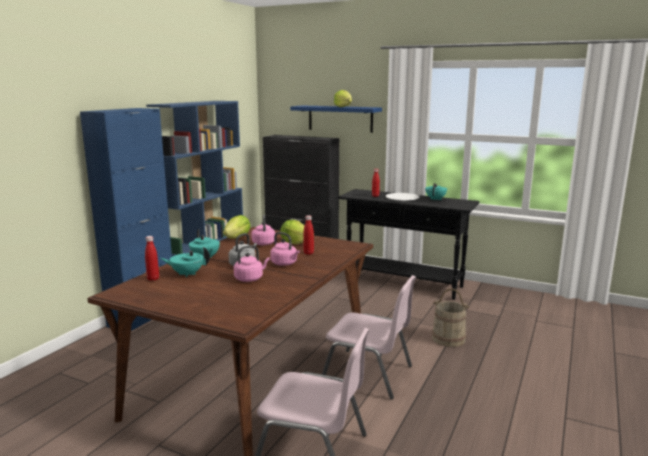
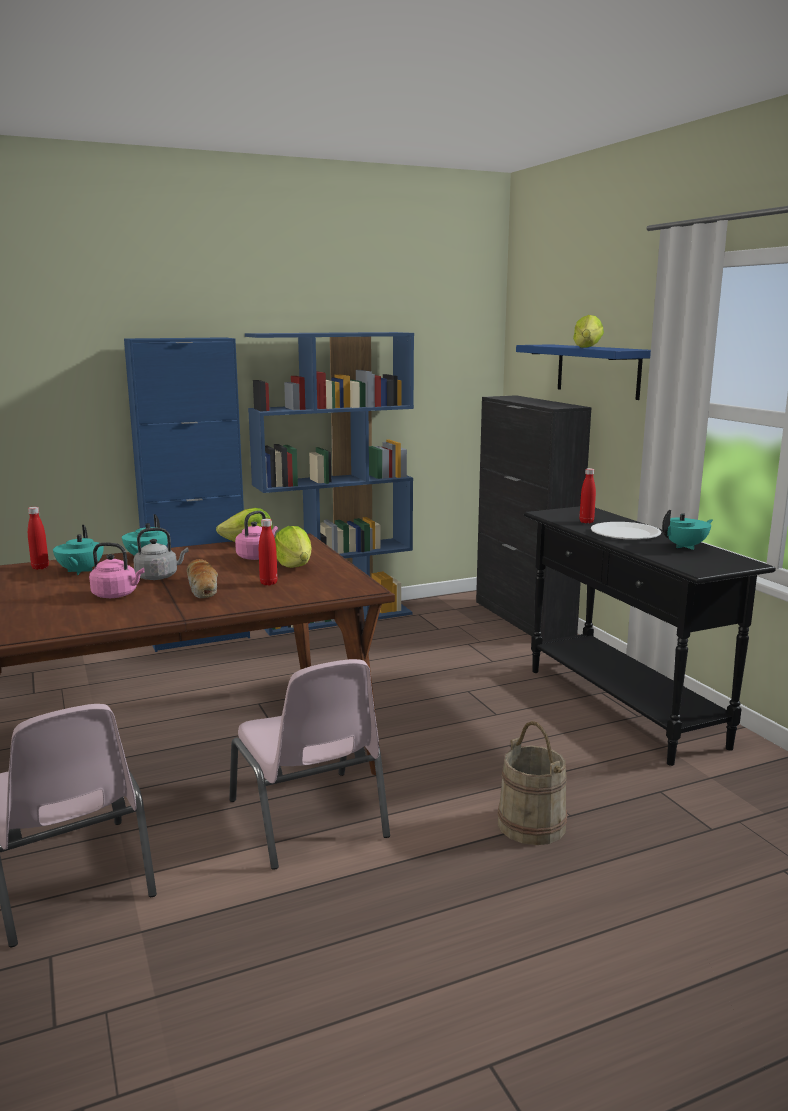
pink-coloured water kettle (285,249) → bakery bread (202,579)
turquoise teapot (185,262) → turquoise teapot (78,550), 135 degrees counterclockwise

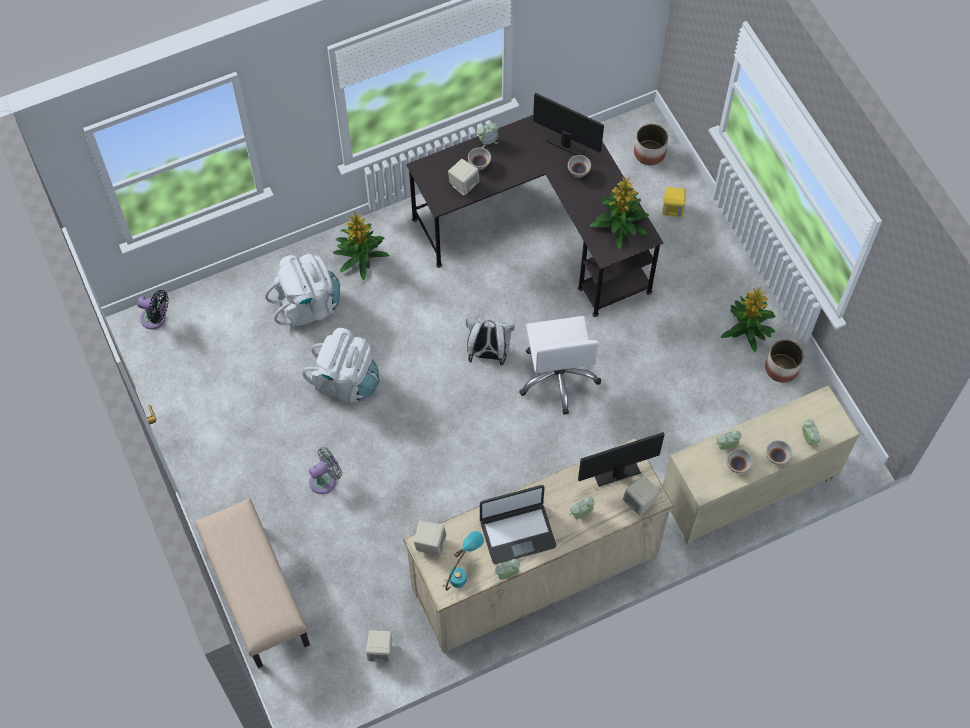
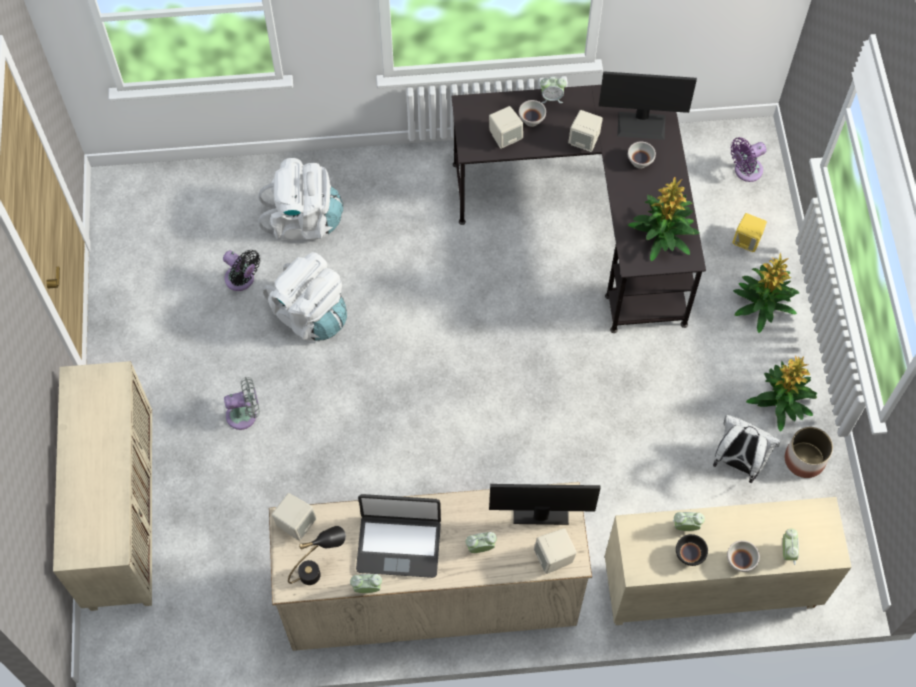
whitish computer chair (560,365) → -
black-coloured cooling fan (153,310) → black-coloured cooling fan (241,270), shifted
potted plant (361,245) → potted plant (766,292), shifted
sand-coloured audio speaker (379,646) → sand-coloured audio speaker (585,131), shifted
whitish knapsack (490,341) → whitish knapsack (747,449), shifted
sand-coloured long seat (252,583) → sand-coloured cabinet (102,486)
planter (651,144) → purple-coloured cooling fan (748,159)
turquoise lamp for a table (465,561) → black-coloured lamp for a table (317,555)
whitish serving bowl (739,461) → black-coloured serving bowl (692,550)
computer display (568,124) → computer display (648,105), 135 degrees clockwise

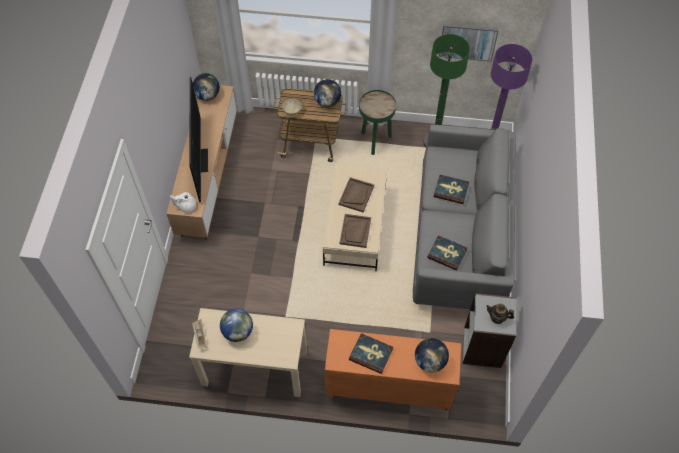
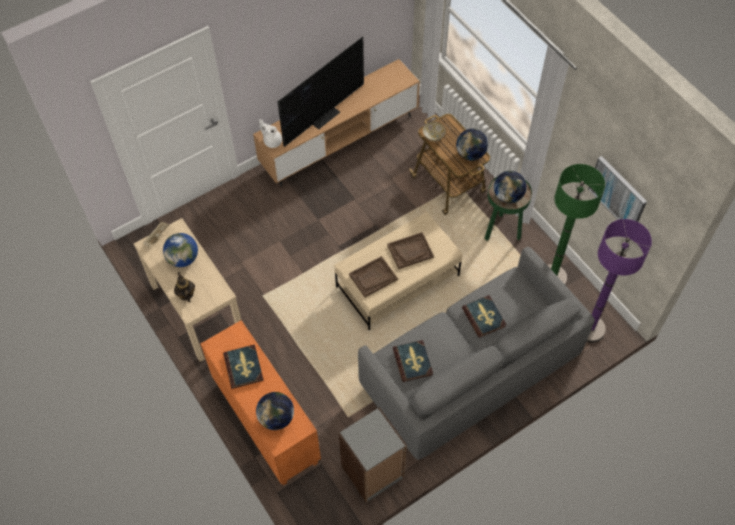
world globe (206,87) → world globe (510,187), shifted
teapot (500,314) → teapot (184,287), shifted

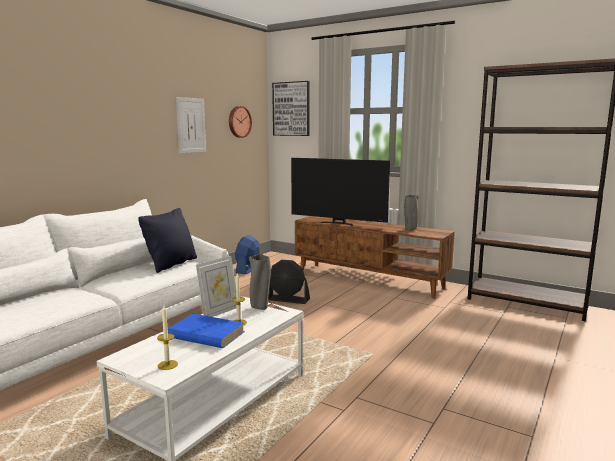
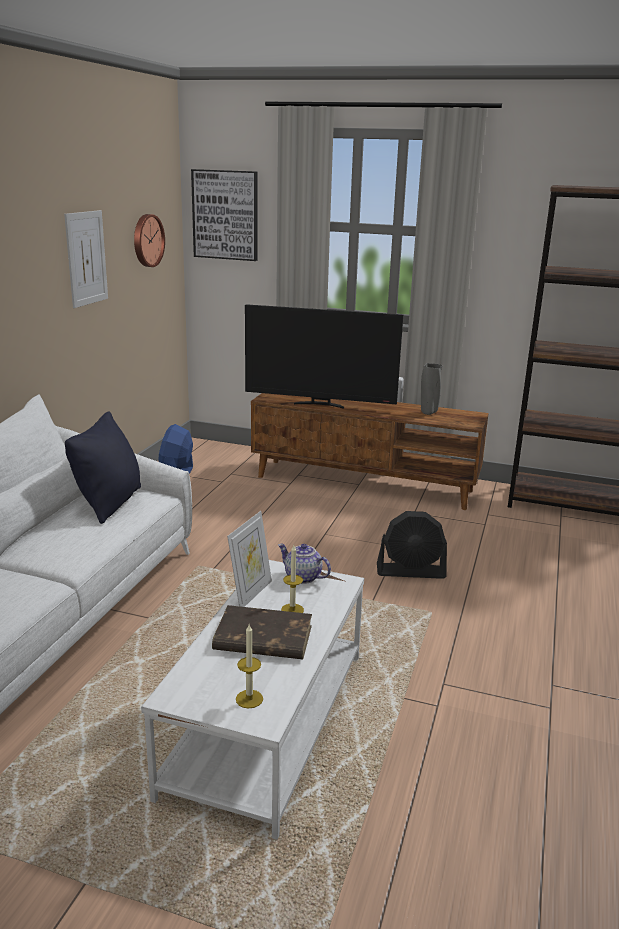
black-coloured cooling fan (289,282) → black-coloured cooling fan (412,545), shifted
grey flower vase (260,282) → teapot (304,564)
bluish bound book (206,331) → brownish bound book (262,632)

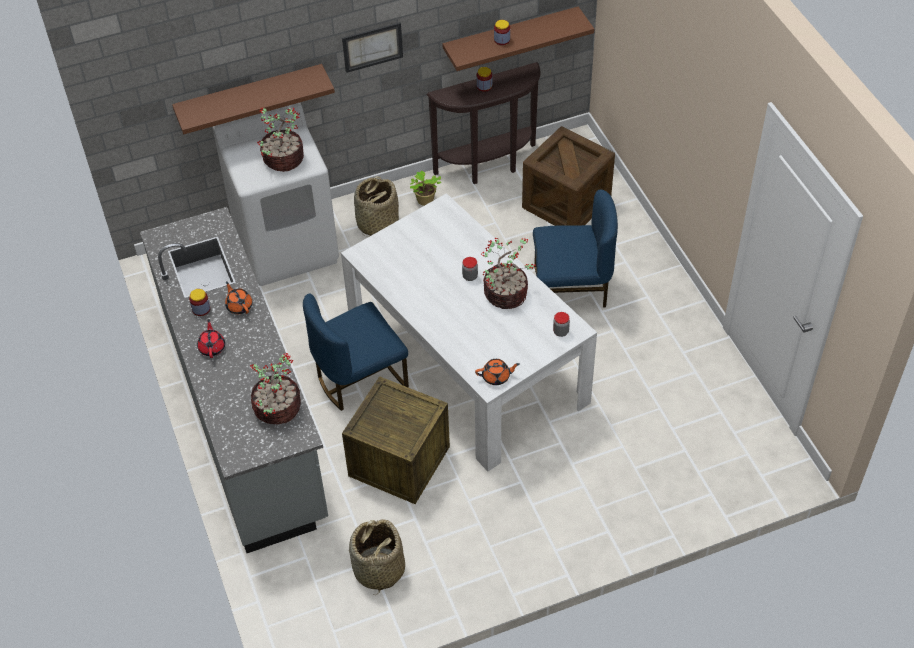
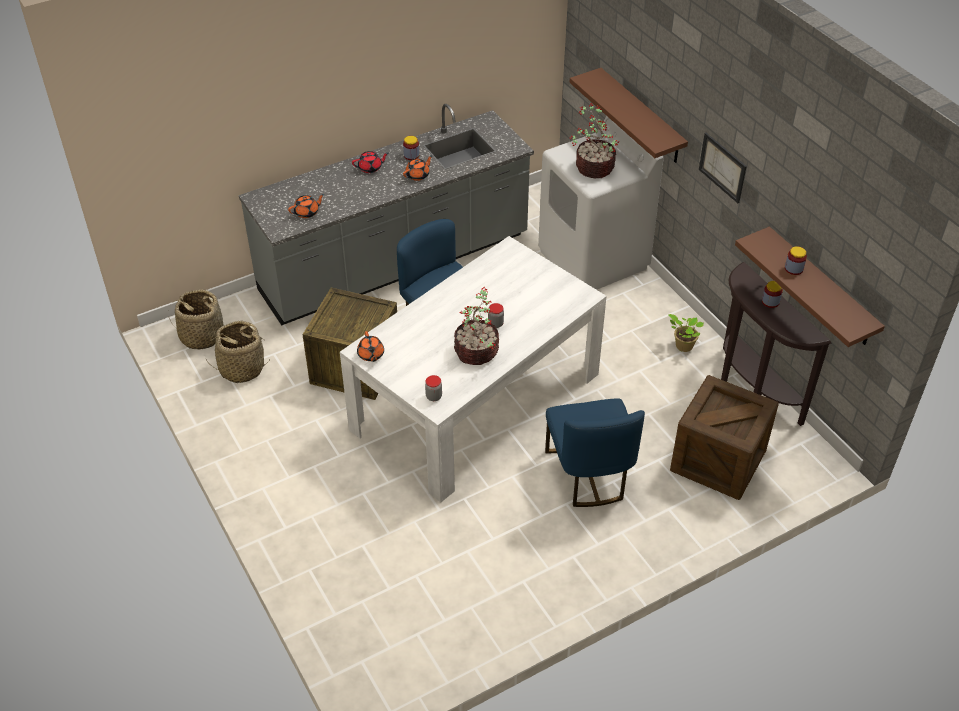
household basket (376,206) → household basket (195,319), shifted
potted plant (275,388) → orangey teapot (306,206)

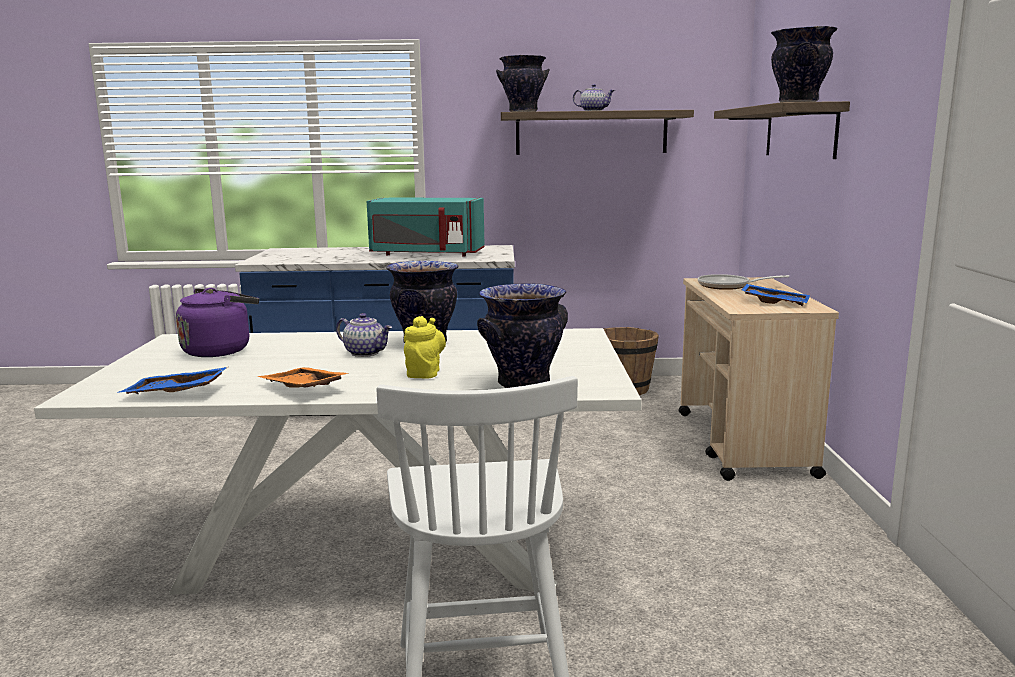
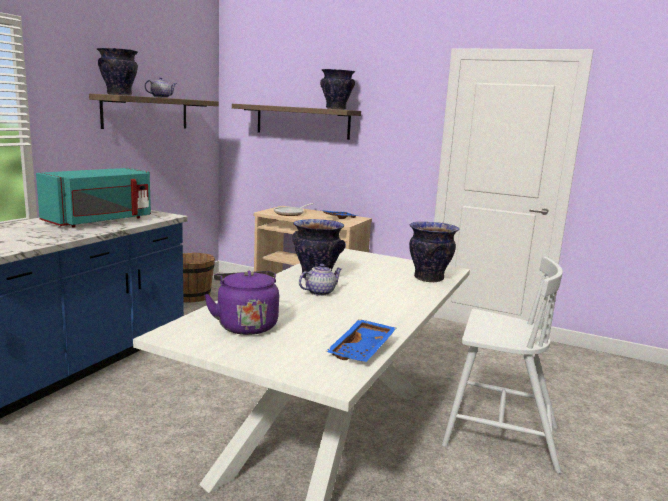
orangey serving tray (303,377) → -
yellowish teapot (425,347) → -

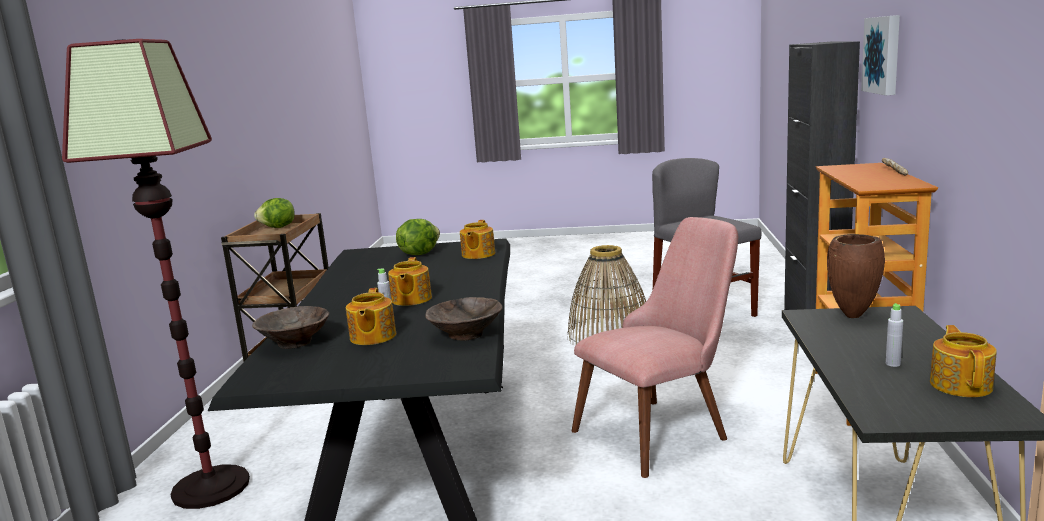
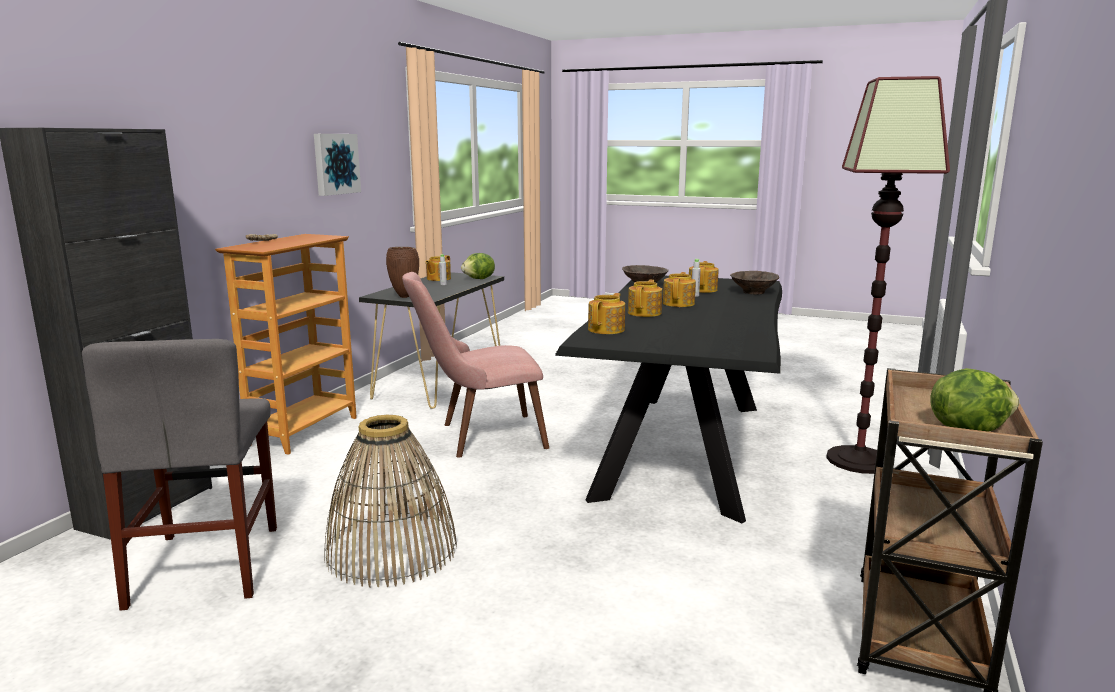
- → teapot (645,298)
lettuce head (418,237) → lettuce head (478,266), shifted
picture (880,55) → picture (337,165), shifted

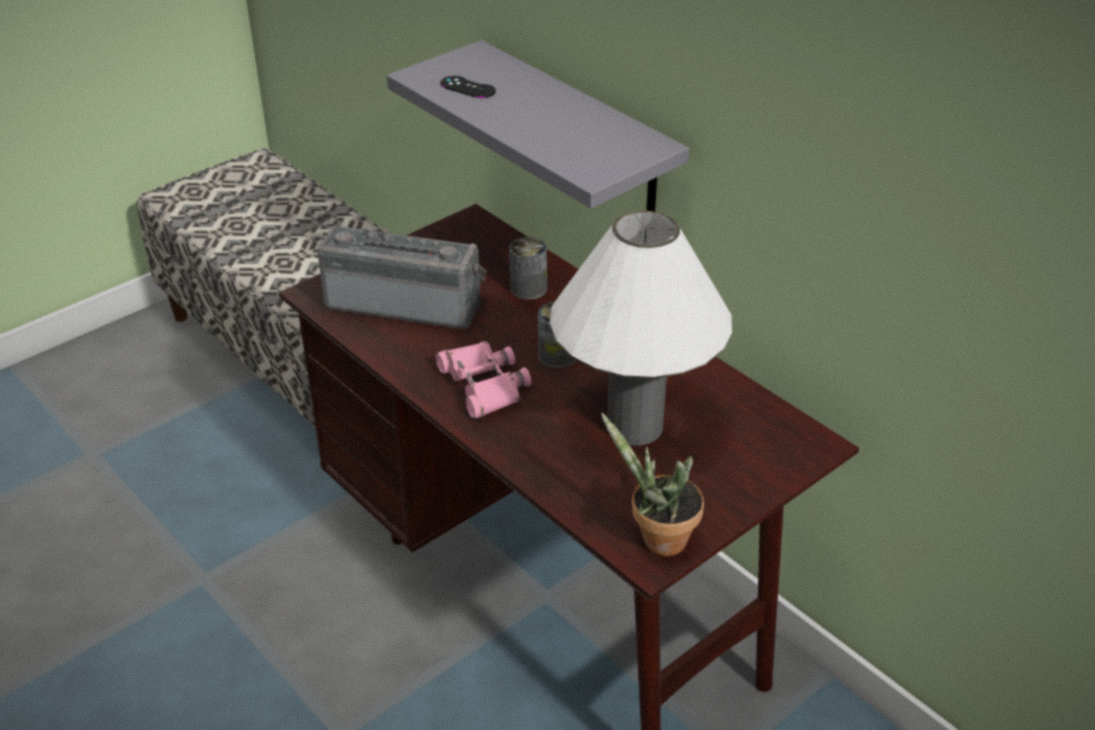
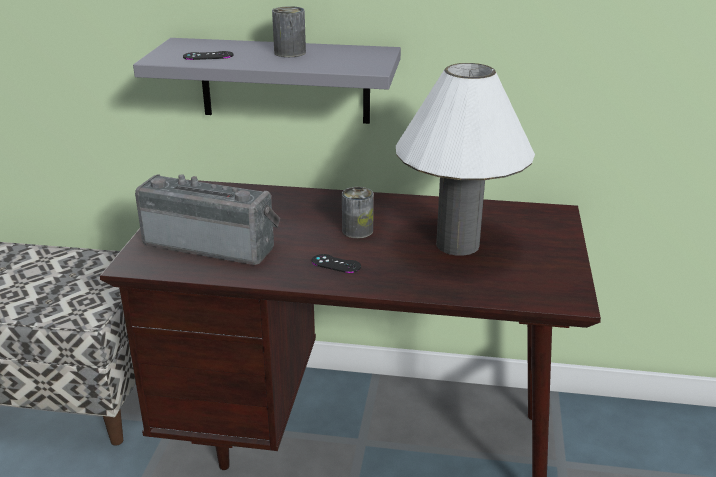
potted plant (652,484) → -
can (528,268) → can (289,31), shifted
pink-coloured binoculars (483,380) → black-coloured joypad (336,263)
radio set (402,277) → radio set (207,219), 45 degrees clockwise

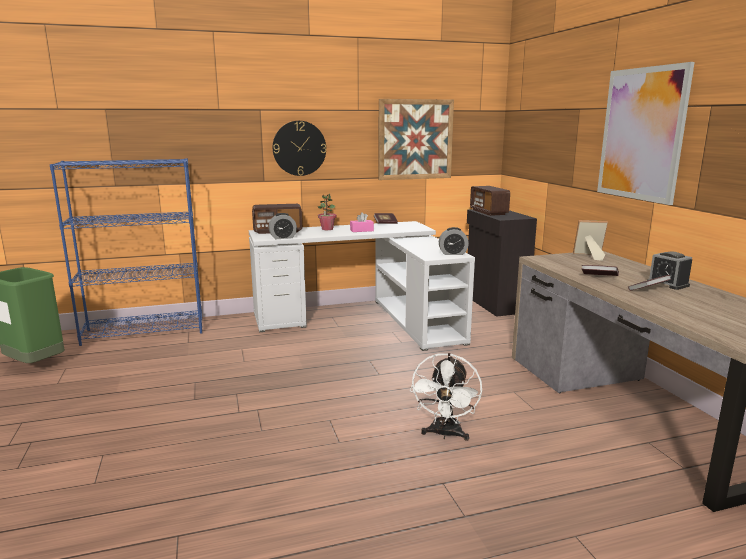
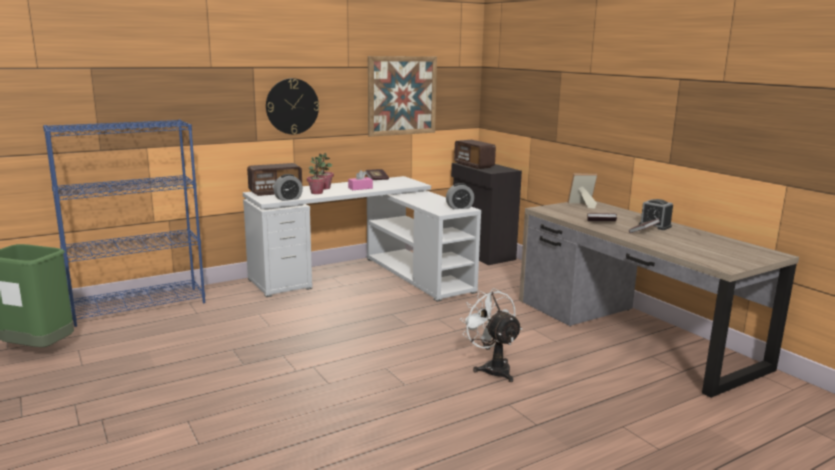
picture (646,133) → -
- → potted plant (316,175)
whitish cooling fan (446,397) → whitish cooling fan (491,335), 150 degrees clockwise

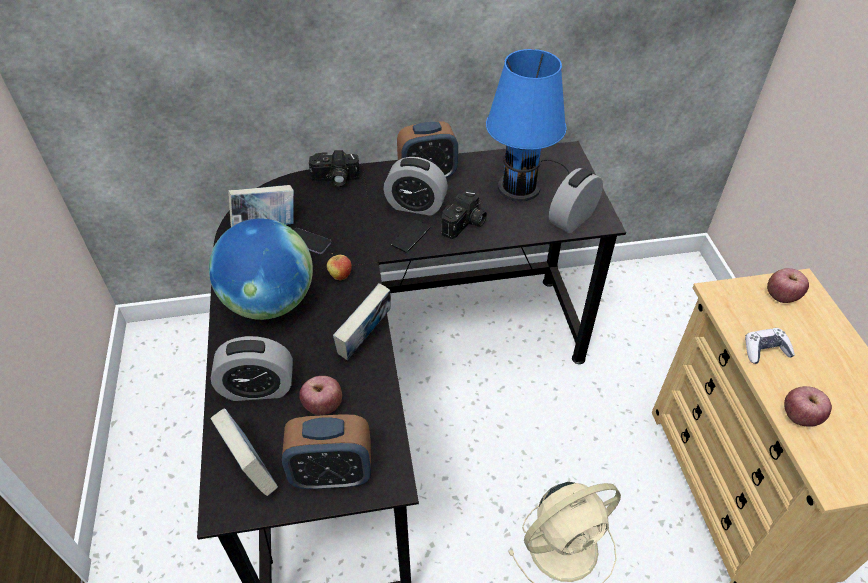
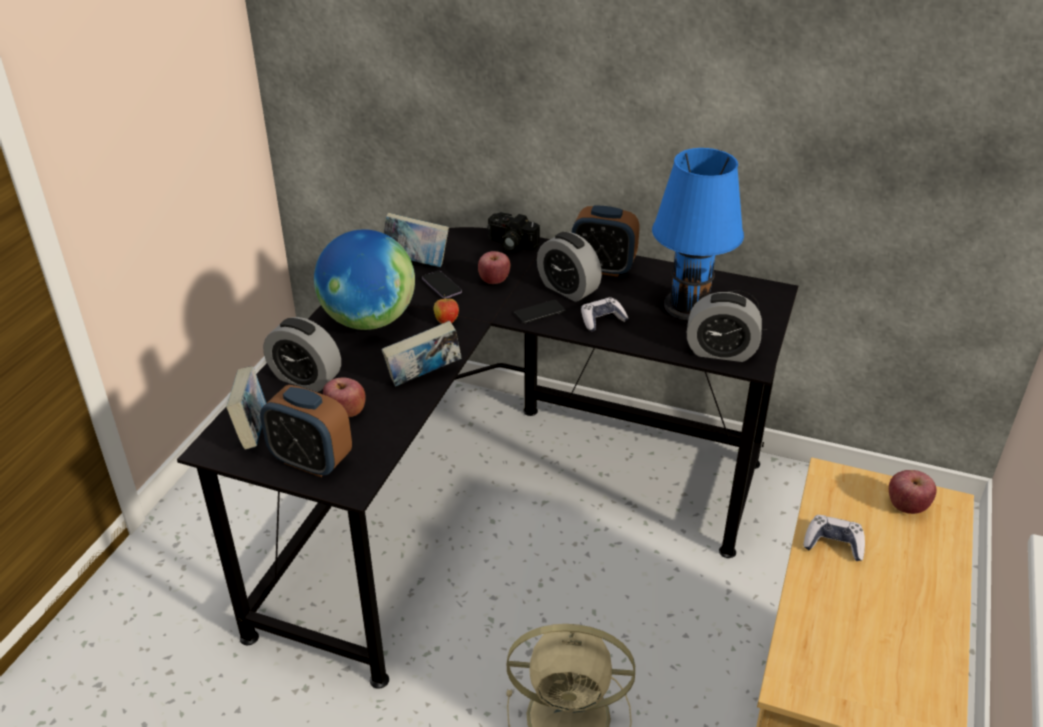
apple (808,406) → apple (494,267), shifted
photo camera (464,214) → joypad (605,314)
bedside clock (576,200) → bedside clock (724,327), 150 degrees counterclockwise

